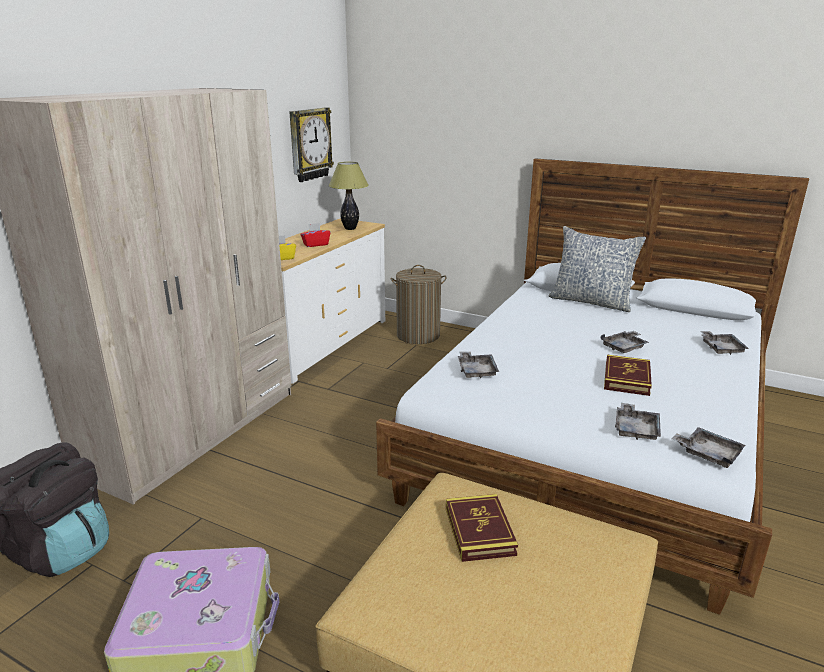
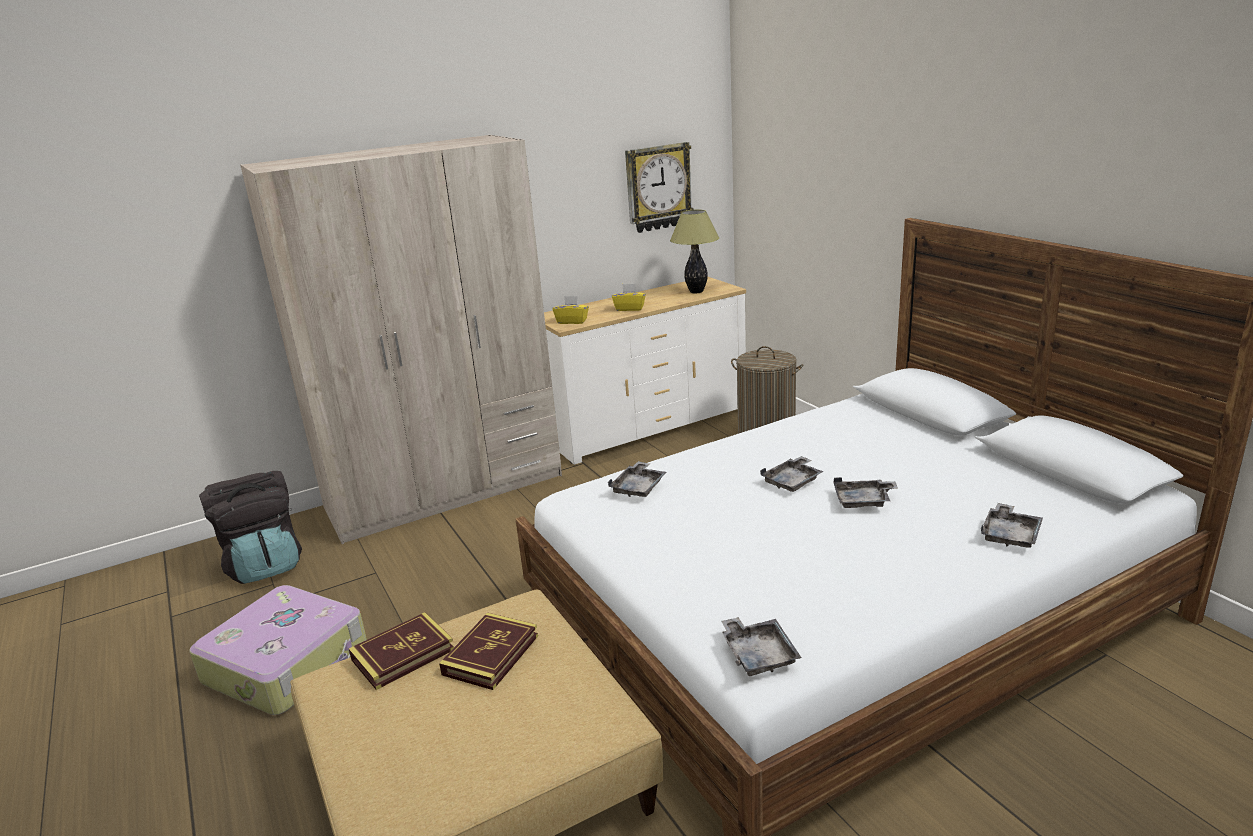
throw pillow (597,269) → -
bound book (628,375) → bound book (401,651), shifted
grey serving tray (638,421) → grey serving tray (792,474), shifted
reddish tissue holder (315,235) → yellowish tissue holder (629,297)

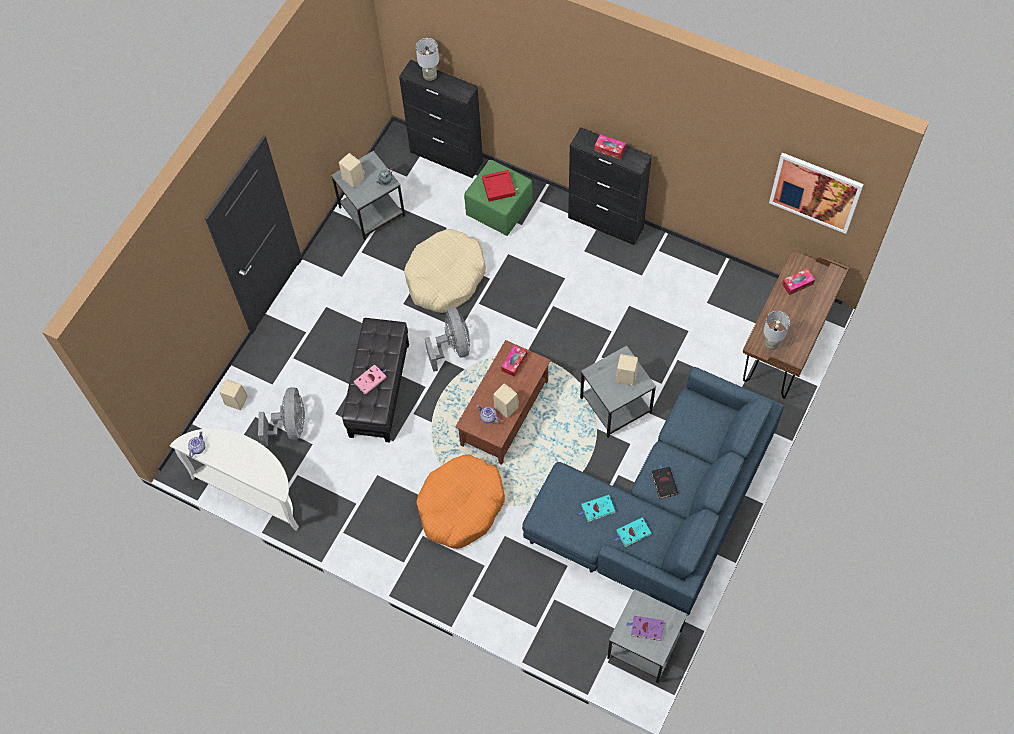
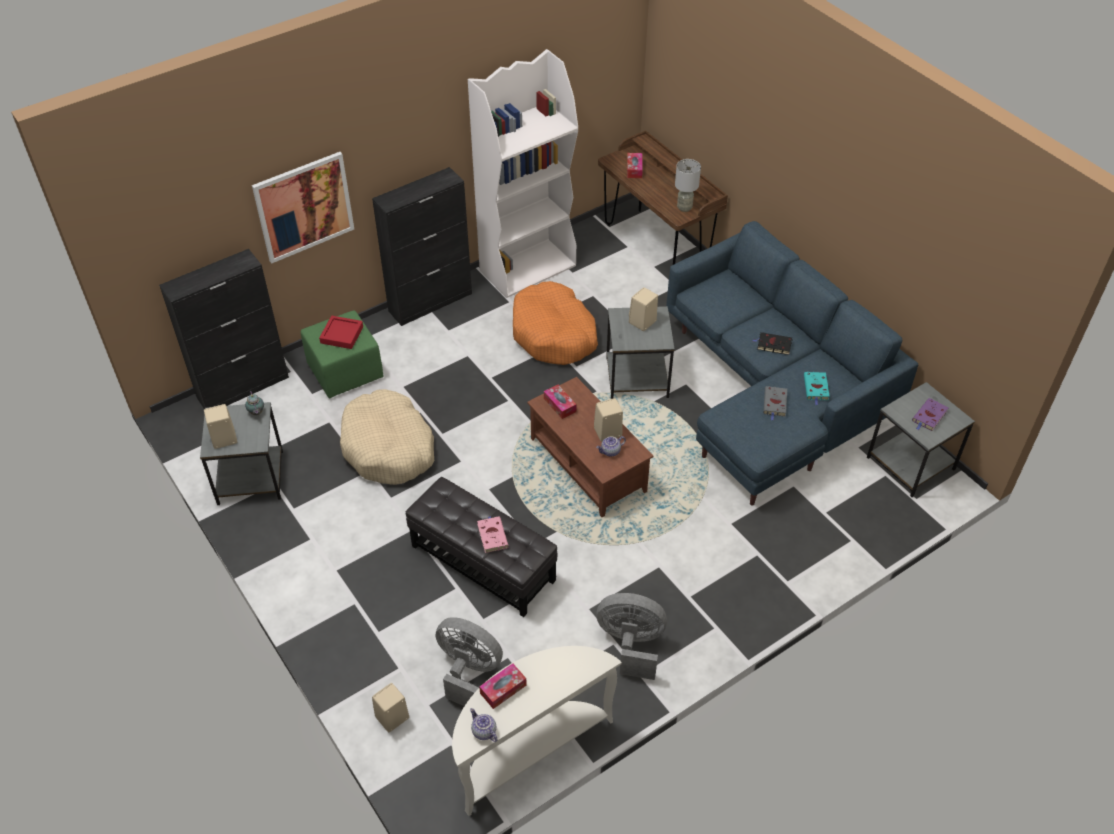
grey lamp for a table (427,59) → -
- → whitish bookshelf (523,173)
orangey dog bed (460,502) → orangey dog bed (555,323), shifted
grey cooling fan (447,340) → grey cooling fan (631,636), shifted
tissue holder (610,147) → tissue holder (503,686), shifted
picture (816,193) → picture (303,207), shifted
turquoise bound book (596,508) → grey bound book (775,403)

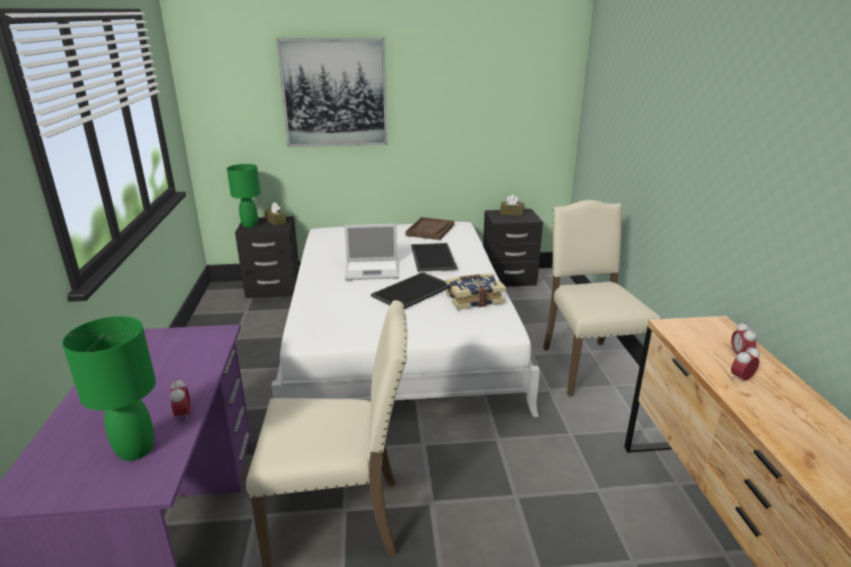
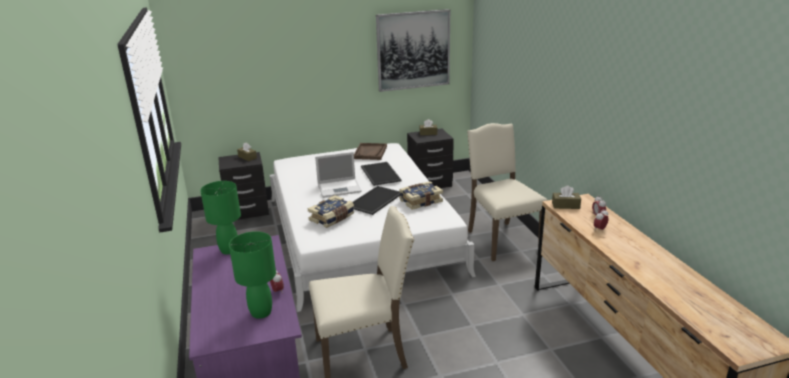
- → bound book (331,211)
- → brownish tissue holder (566,197)
green lamp for a table (244,196) → green lamp for a table (220,217), shifted
picture (332,92) → picture (413,50), shifted

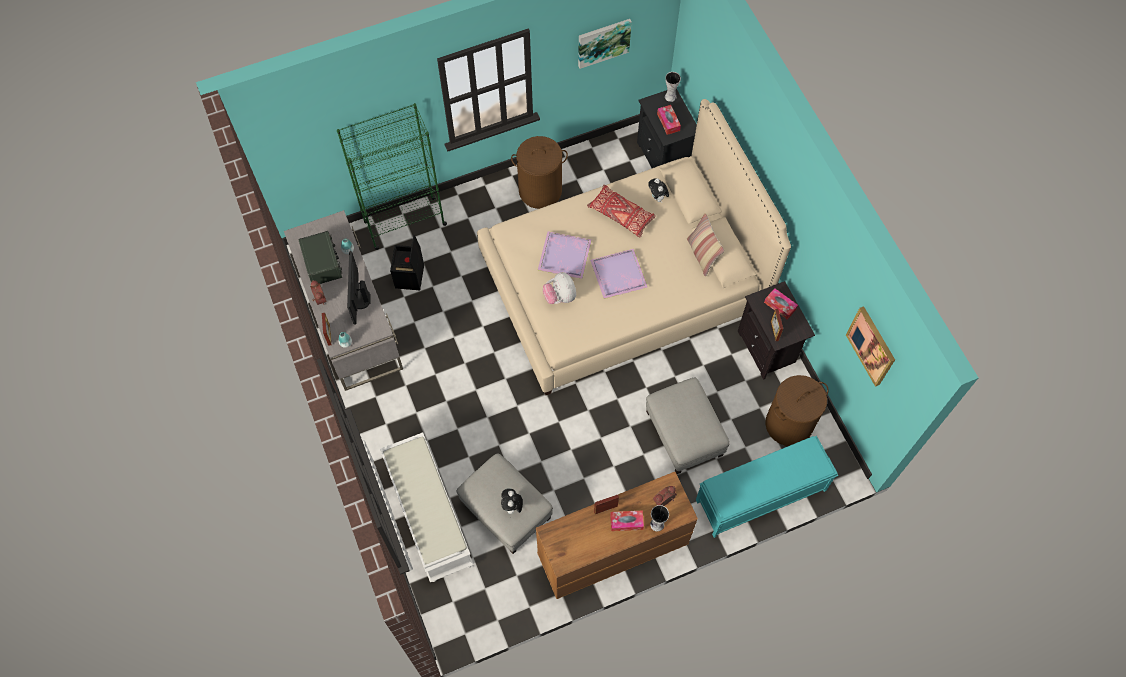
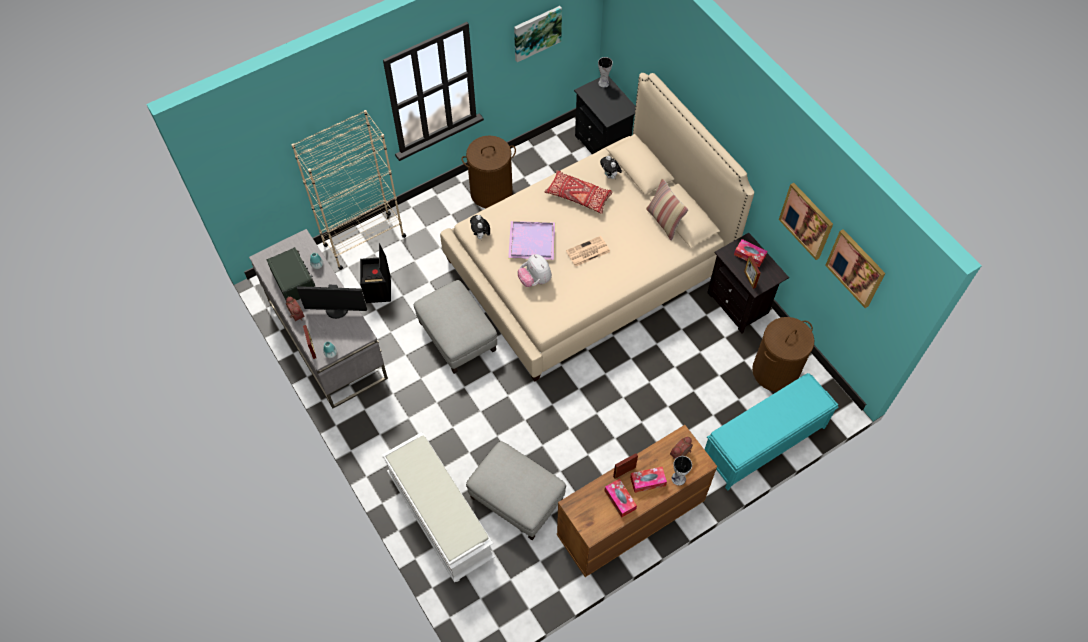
- → picture (806,221)
soft toy (512,503) → soft toy (480,227), shifted
grey footrest (688,426) → grey footrest (455,327), shifted
tissue holder (669,120) → tissue holder (620,498), shifted
purple-coloured serving tray (619,274) → printed paper (588,251)
green bookshelf (392,176) → sand-coloured bookshelf (348,190)
computer display (359,288) → computer display (331,302), 75 degrees counterclockwise

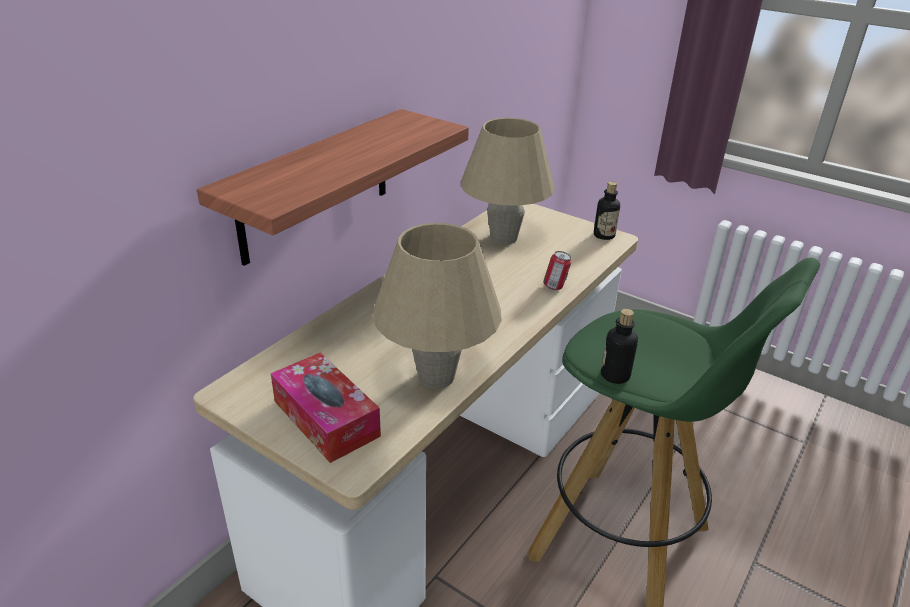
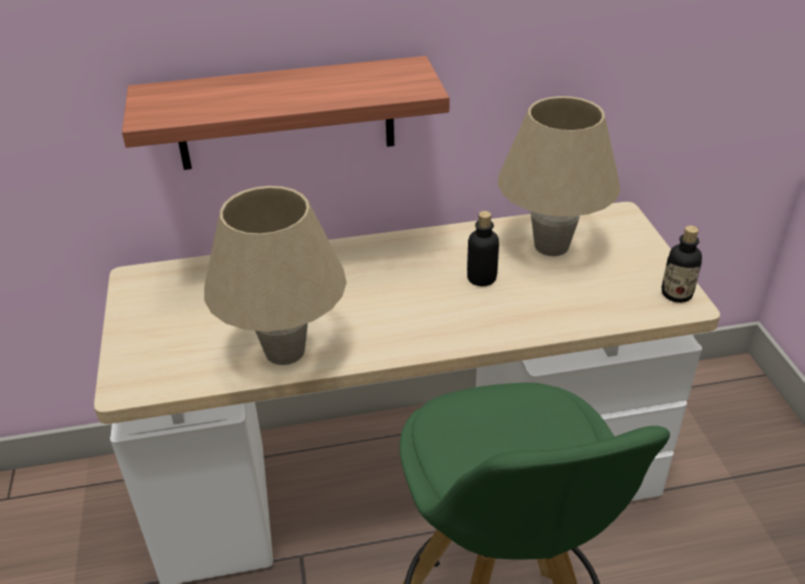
tissue holder (326,407) → -
can (557,270) → -
drink bottle (619,346) → drink bottle (483,248), shifted

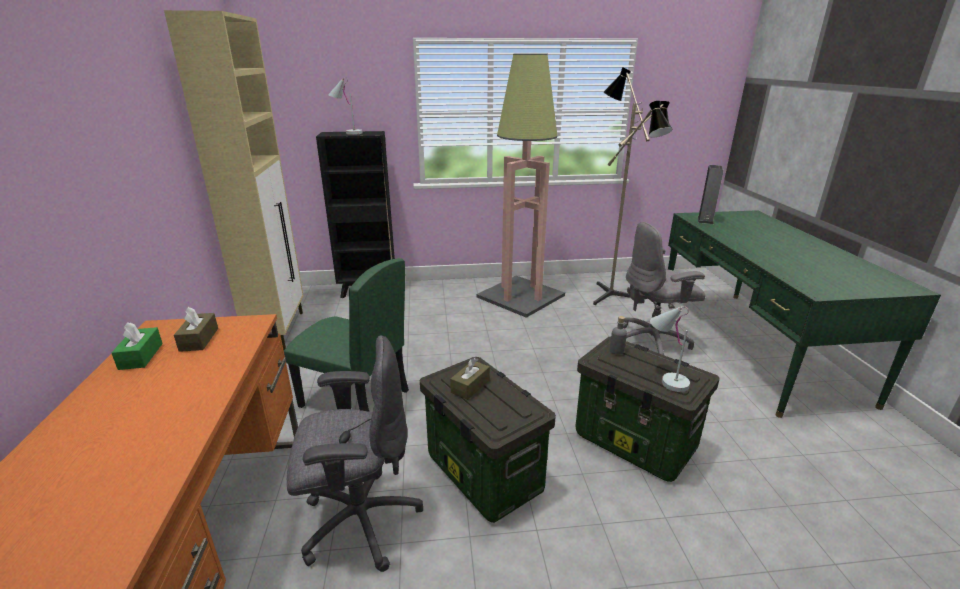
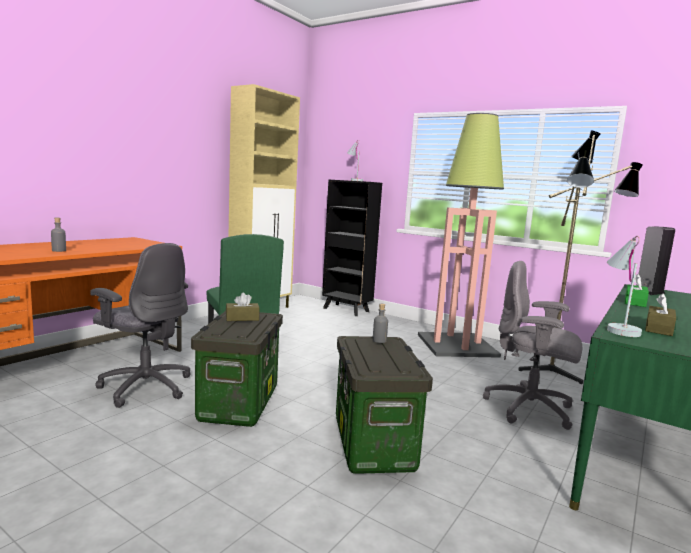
- → grey drink bottle (58,235)
green tissue holder (137,346) → green tissue holder (637,290), shifted
brownish tissue holder (196,329) → brownish tissue holder (660,314), shifted
whitish lamp for a table (670,349) → whitish lamp for a table (624,286), shifted

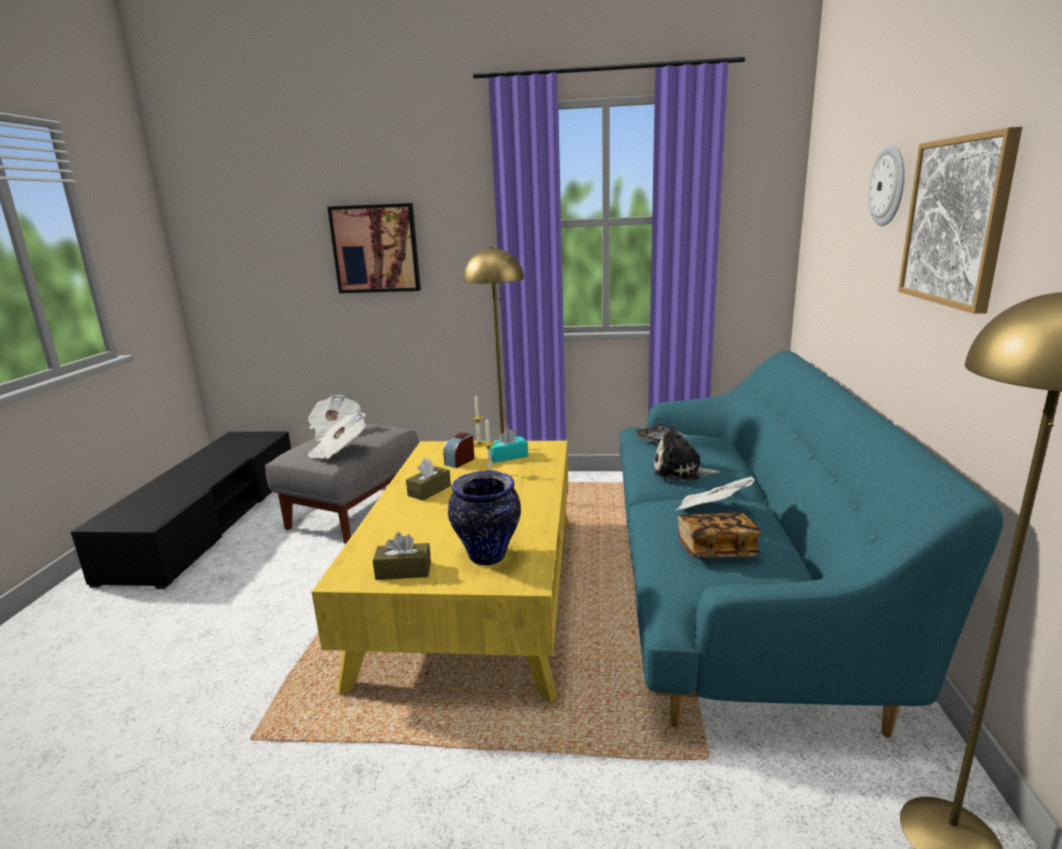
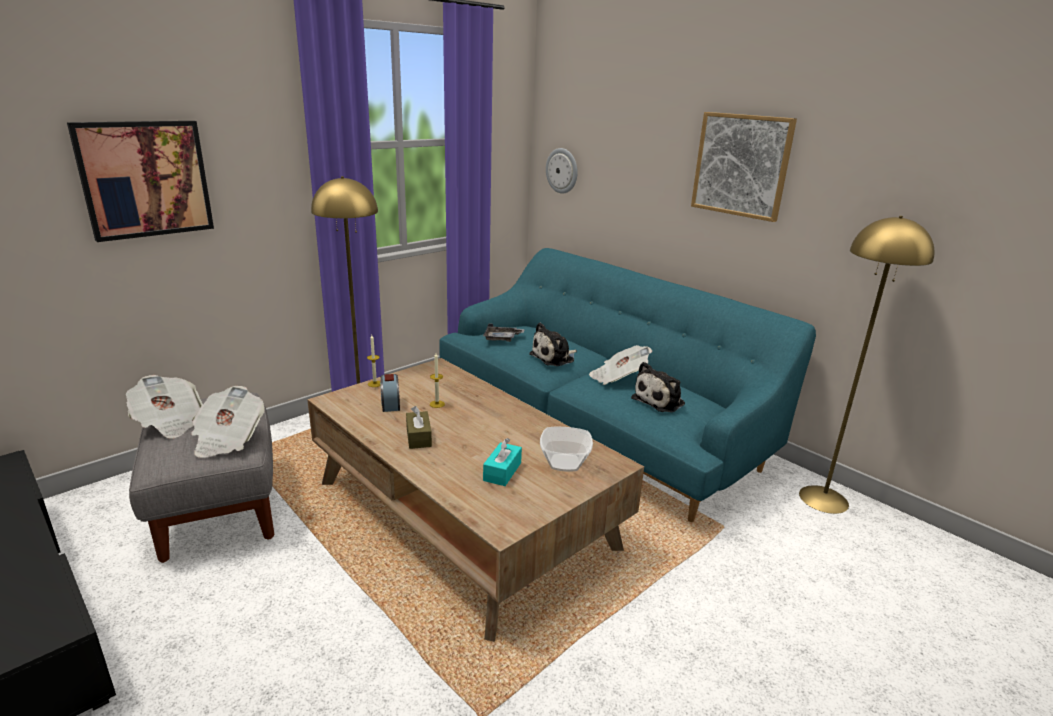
brownish tissue holder (402,556) → -
turquoise tissue holder (509,445) → turquoise tissue holder (502,462), shifted
hanging clock (887,185) → hanging clock (562,171), shifted
flower vase (484,518) → serving bowl (566,449)
bound book (720,534) → soft toy (658,387)
yellowish lounge table (440,572) → brownish lounge table (475,500)

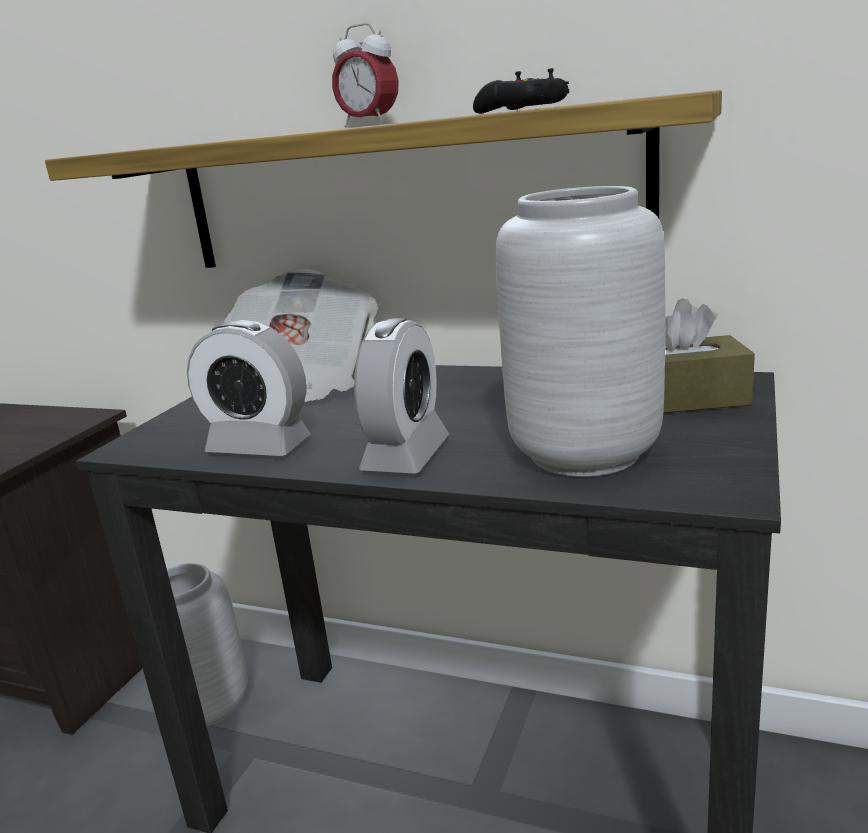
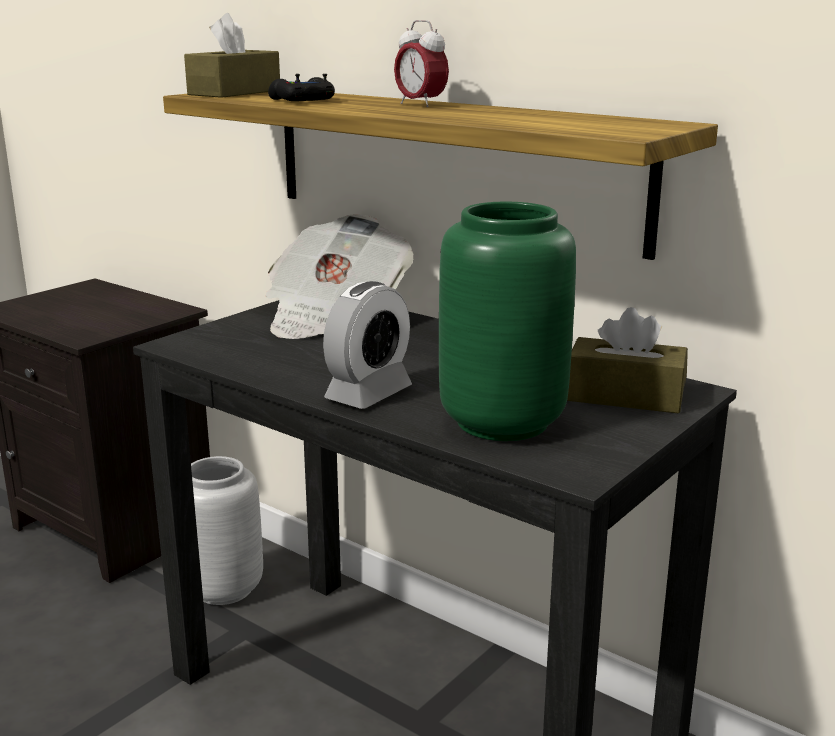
bedside clock (248,388) → -
- → brownish tissue holder (232,55)
black-coloured joypad (521,91) → black-coloured joypad (301,87), shifted
grey flower vase (580,331) → green flower vase (507,321)

